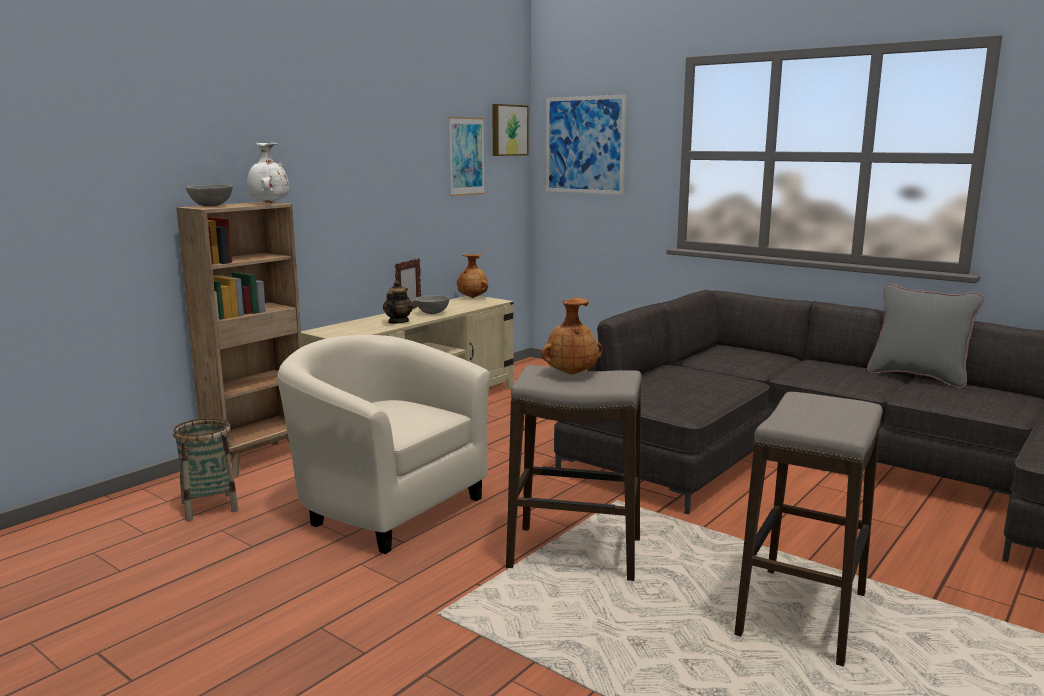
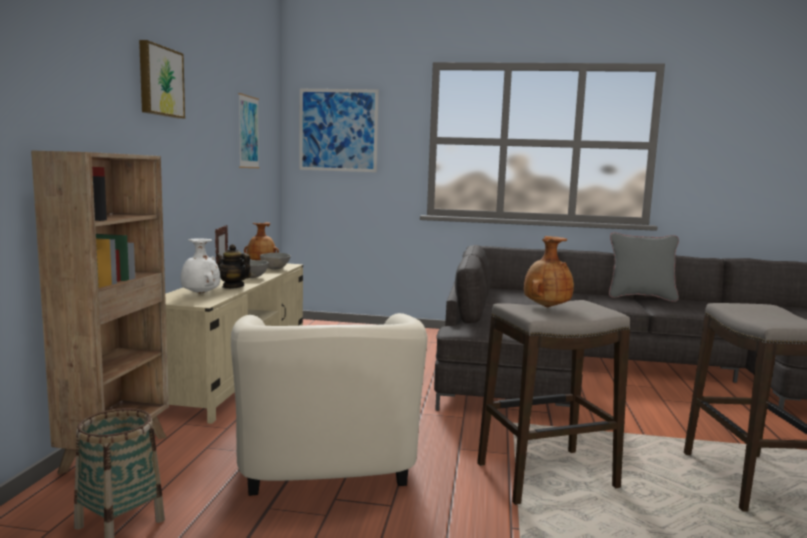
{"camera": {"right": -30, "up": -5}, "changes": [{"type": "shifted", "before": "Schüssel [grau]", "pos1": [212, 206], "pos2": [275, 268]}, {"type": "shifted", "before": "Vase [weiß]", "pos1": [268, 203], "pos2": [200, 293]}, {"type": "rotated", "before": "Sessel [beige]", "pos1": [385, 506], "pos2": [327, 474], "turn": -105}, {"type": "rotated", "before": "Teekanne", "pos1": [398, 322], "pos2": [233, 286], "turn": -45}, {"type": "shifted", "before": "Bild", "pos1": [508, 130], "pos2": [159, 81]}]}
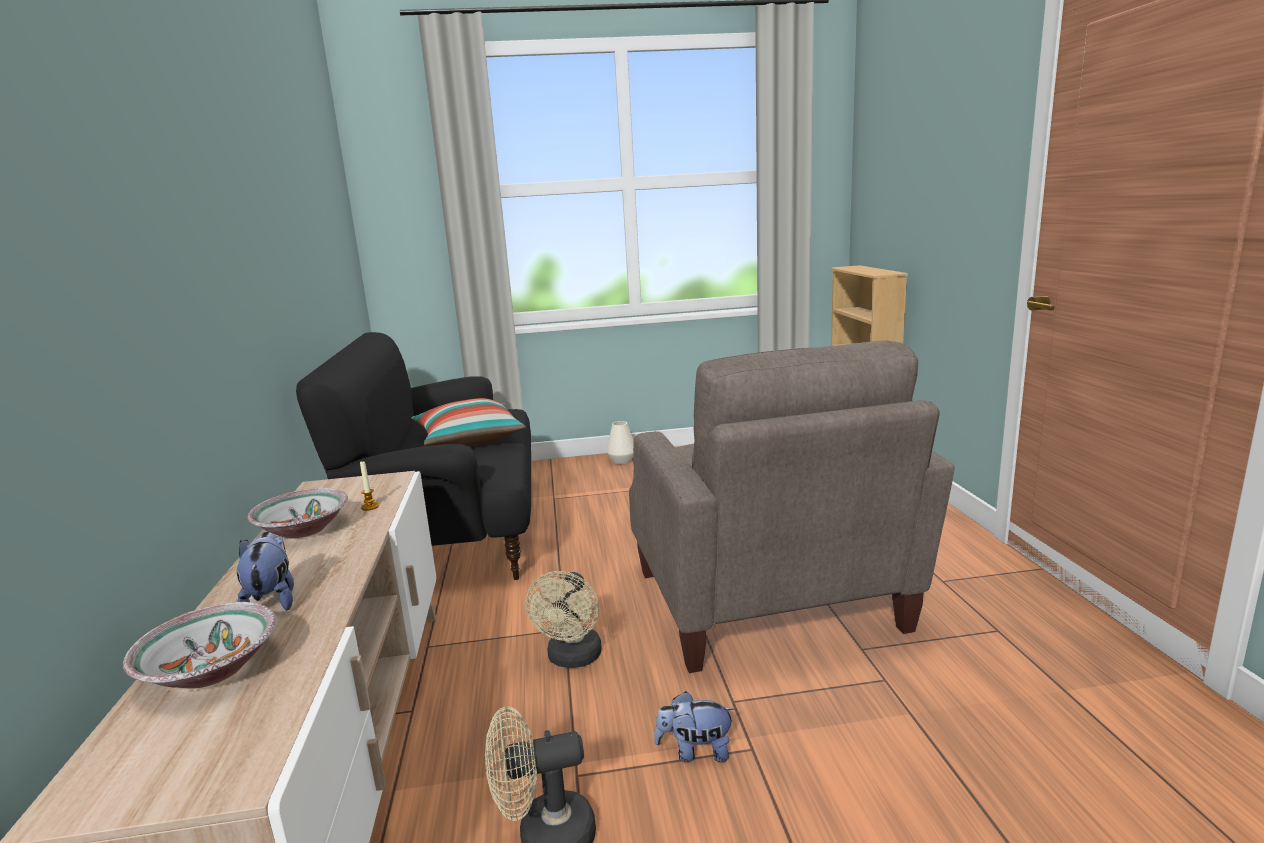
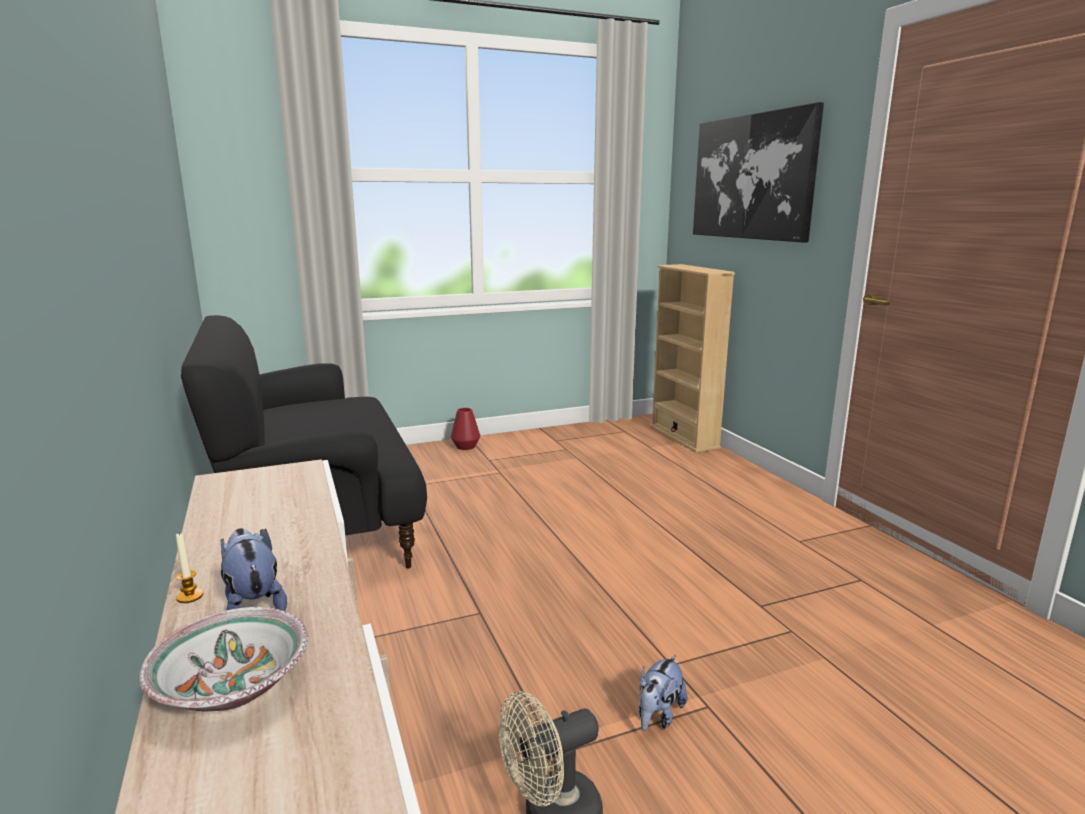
{"camera": {"right": -15, "up": 0}, "changes": [{"type": "gone", "before": "Schüssel", "pos1": [303, 530]}, {"type": "shifted", "before": "Kerze", "pos1": [370, 507], "pos2": [190, 596]}, {"type": "gone", "before": "Kissen", "pos1": [469, 440]}, {"type": "gone", "before": "Ventilator [beige]", "pos1": [573, 659]}, {"type": "repainted", "before": "Vase [weiß]", "after": "Vase [rot]", "pos1": [622, 461], "pos2": [465, 446]}, {"type": "gone", "before": "Sessel [beige]", "pos1": [769, 604]}, {"type": "rotated", "before": "Plüschtier", "pos1": [695, 751], "pos2": [658, 715], "turn": -45}, {"type": "new", "after": "Bild", "pos2": [752, 177]}]}
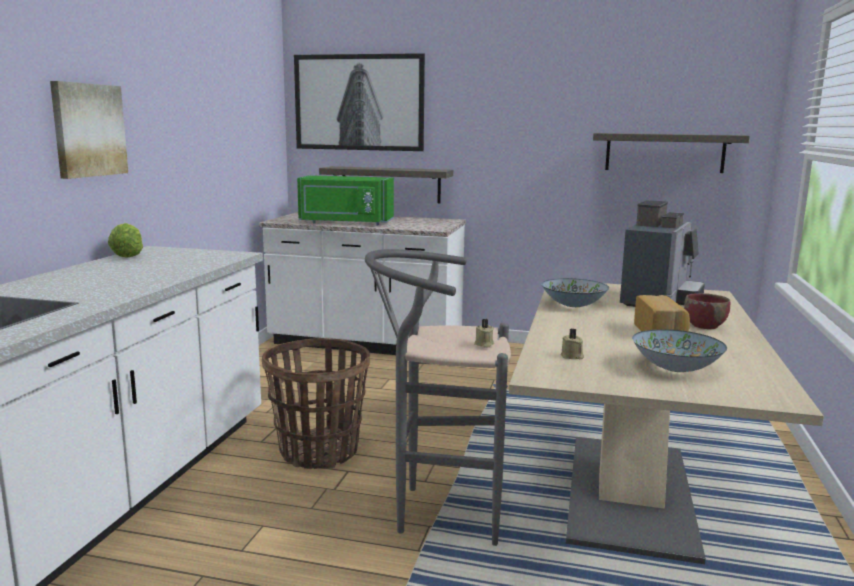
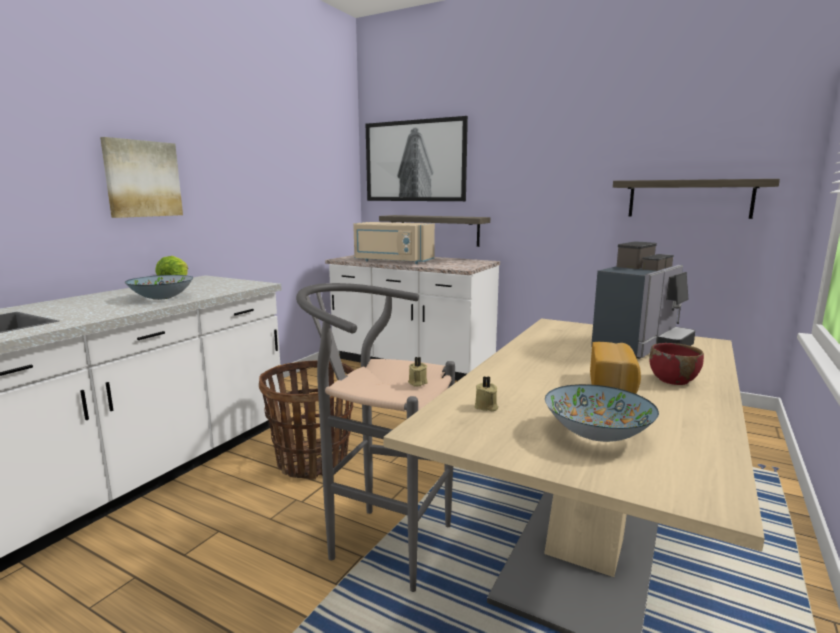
{"camera": {"right": 15, "up": 0}, "changes": [{"type": "repainted", "before": "Mikrowelle [grün]", "after": "Mikrowelle [beige]", "pos1": [345, 223], "pos2": [392, 261]}, {"type": "shifted", "before": "Schüssel", "pos1": [573, 305], "pos2": [162, 298]}]}
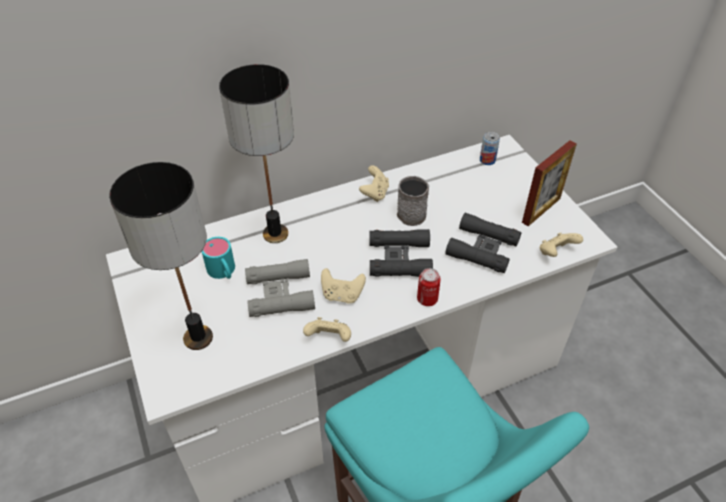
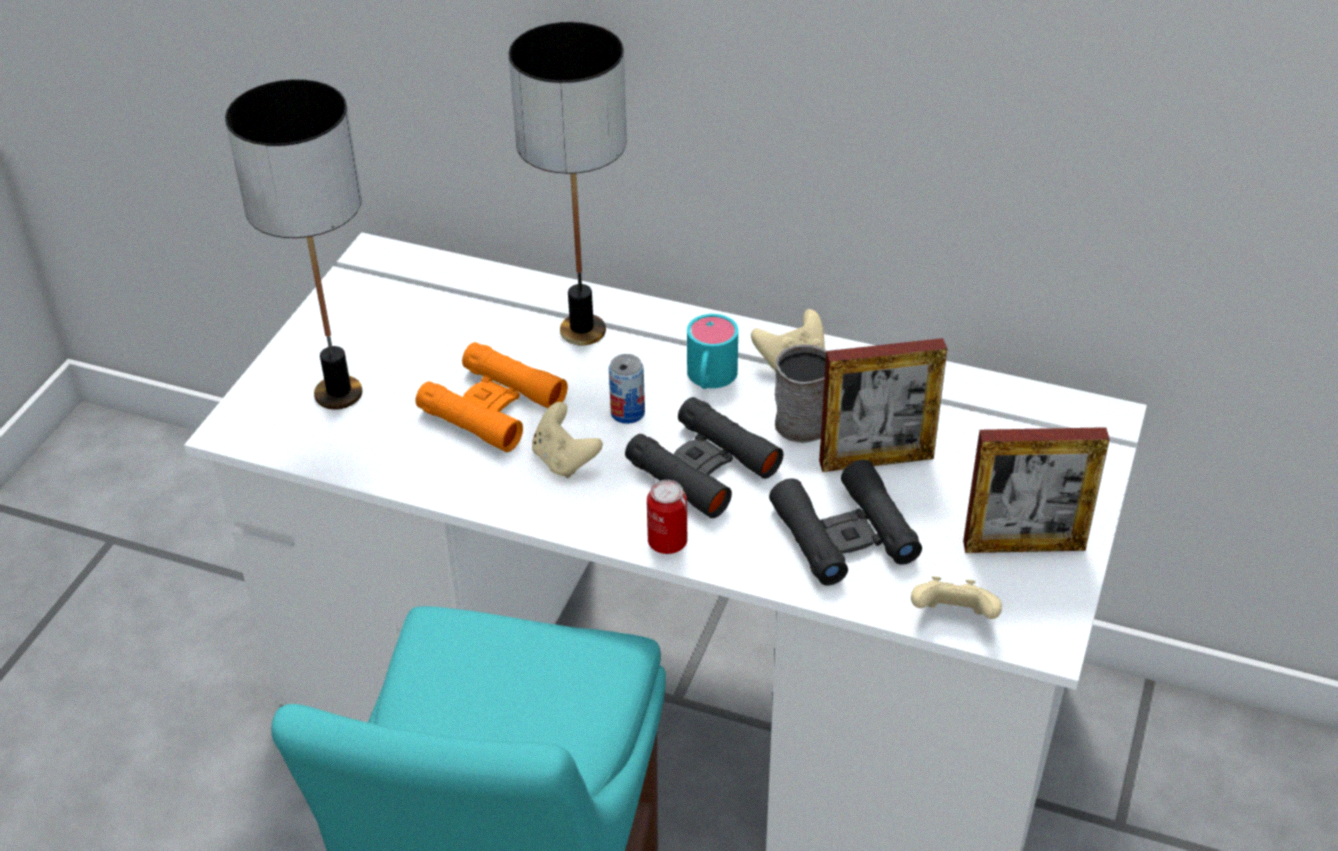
{"camera": {"right": 45, "up": -5}, "changes": [{"type": "shifted", "before": "Henkelbecher [türkis]", "pos1": [223, 272], "pos2": [709, 379]}, {"type": "repainted", "before": "Fernglas [grau]", "after": "Fernglas [orange]", "pos1": [280, 293], "pos2": [492, 407]}, {"type": "gone", "before": "Gamepad [beige]", "pos1": [329, 338]}, {"type": "shifted", "before": "Dose", "pos1": [487, 160], "pos2": [627, 413]}, {"type": "new", "after": "Bilderrahmen", "pos2": [876, 460]}]}
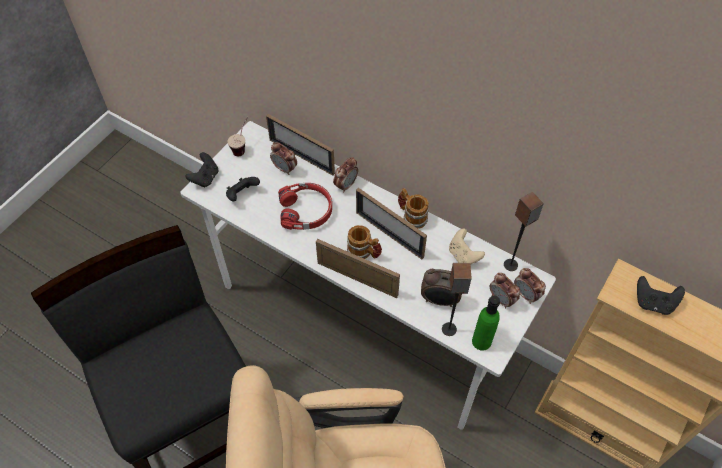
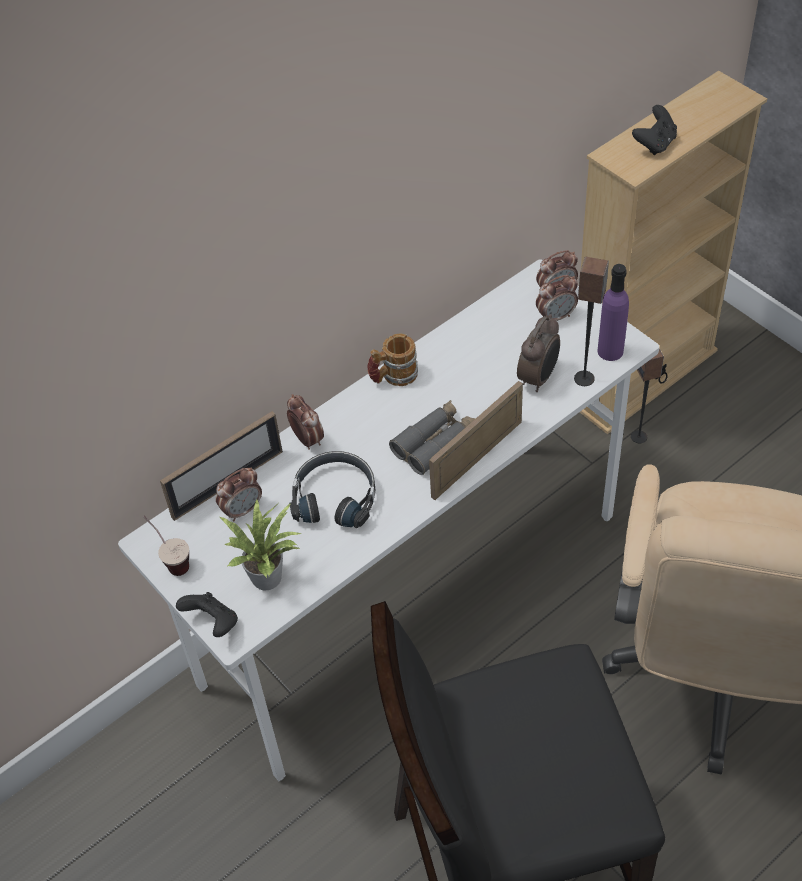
{"camera": {"right": -70, "up": -5}, "changes": [{"type": "swapped", "before": "Gamepad [schwarz]", "after": "Topfpflanze", "pos1": [242, 195], "pos2": [270, 575]}, {"type": "repainted", "before": "Kopfhörer [rot]", "after": "Kopfhörer [schwarz]", "pos1": [306, 211], "pos2": [335, 497]}, {"type": "swapped", "before": "Henkelbecher", "after": "Fernglas [grau]", "pos1": [364, 252], "pos2": [435, 442]}, {"type": "gone", "before": "Bilderrahmen", "pos1": [389, 234]}, {"type": "gone", "before": "Gamepad [beige]", "pos1": [463, 255]}, {"type": "repainted", "before": "Flasche [grün]", "after": "Flasche [lila]", "pos1": [481, 341], "pos2": [610, 351]}, {"type": "shifted", "before": "Lautsprecher", "pos1": [510, 265], "pos2": [639, 437]}]}
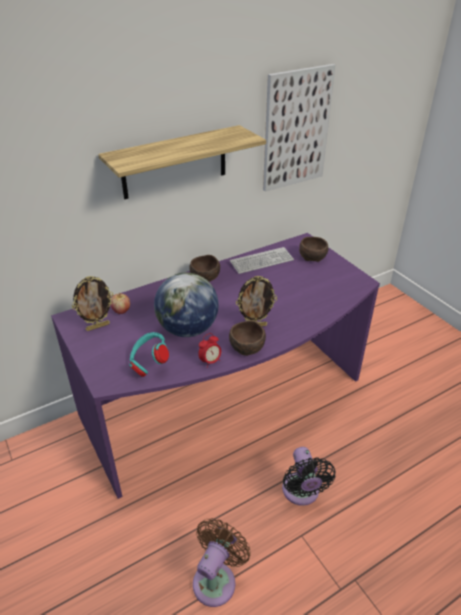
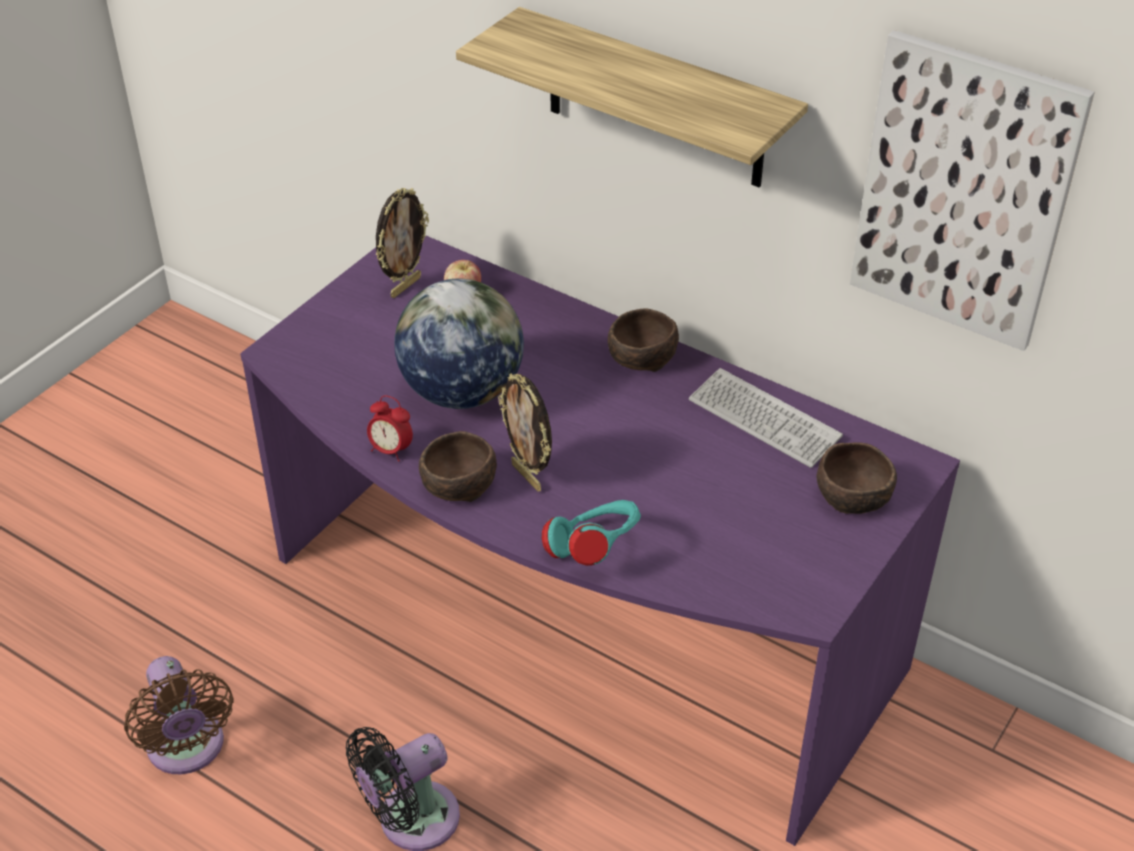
{"camera": {"right": 65, "up": 5}, "changes": [{"type": "rotated", "before": "Bilderrahmen", "pos1": [98, 326], "pos2": [405, 286], "turn": -90}, {"type": "shifted", "before": "Kopfhörer [türkis]", "pos1": [149, 364], "pos2": [594, 551]}, {"type": "rotated", "before": "Ventilator [braun]", "pos1": [217, 579], "pos2": [187, 749], "turn": 60}]}
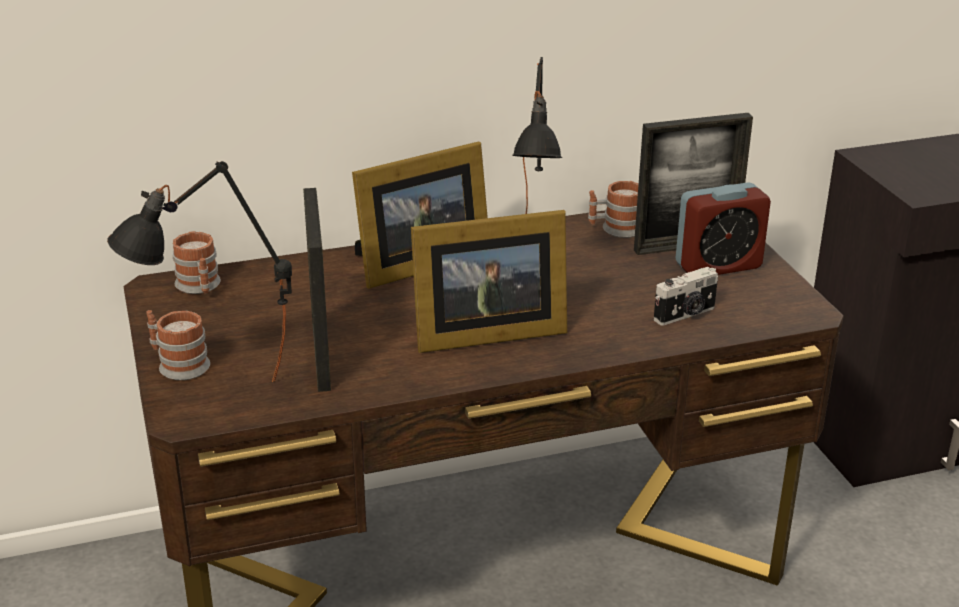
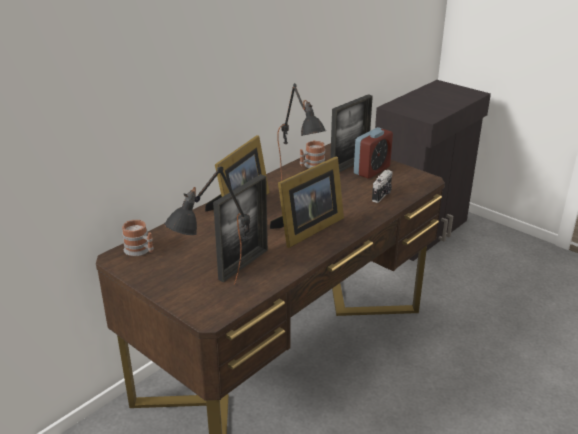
{"camera": {"right": -30, "up": 0}, "changes": [{"type": "gone", "before": "Henkelbecher", "pos1": [178, 364]}, {"type": "rotated", "before": "Bilderrahmen", "pos1": [321, 356], "pos2": [243, 264], "turn": -105}]}
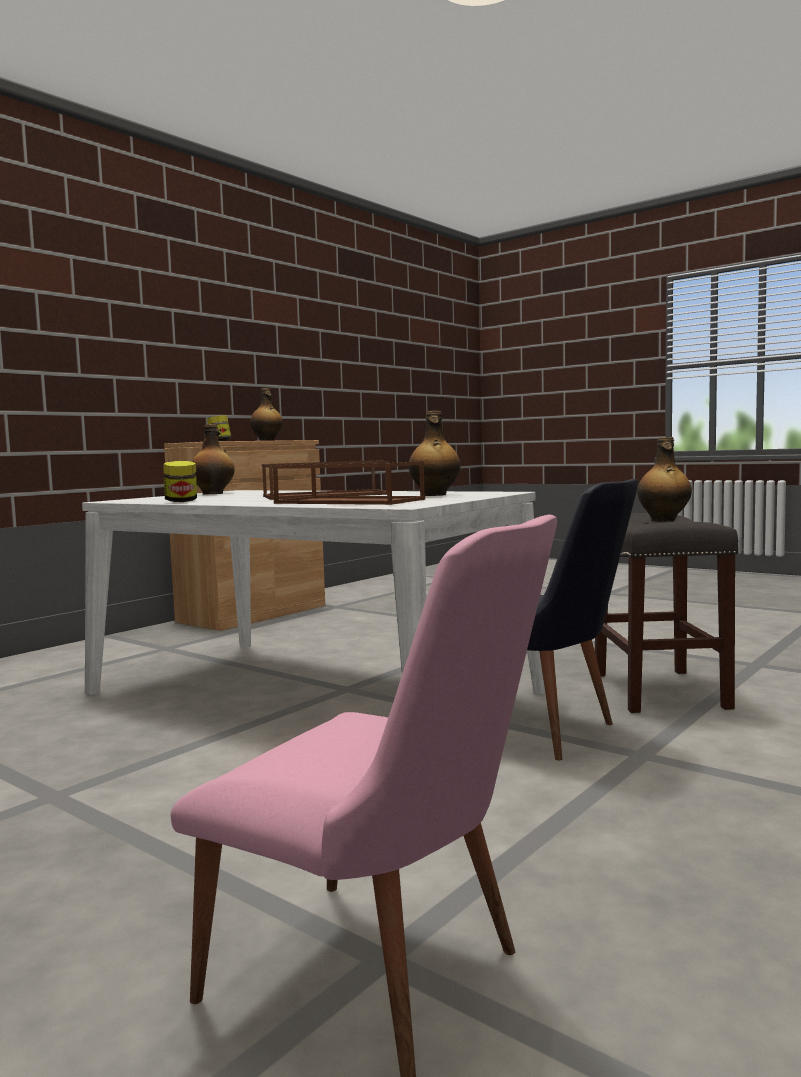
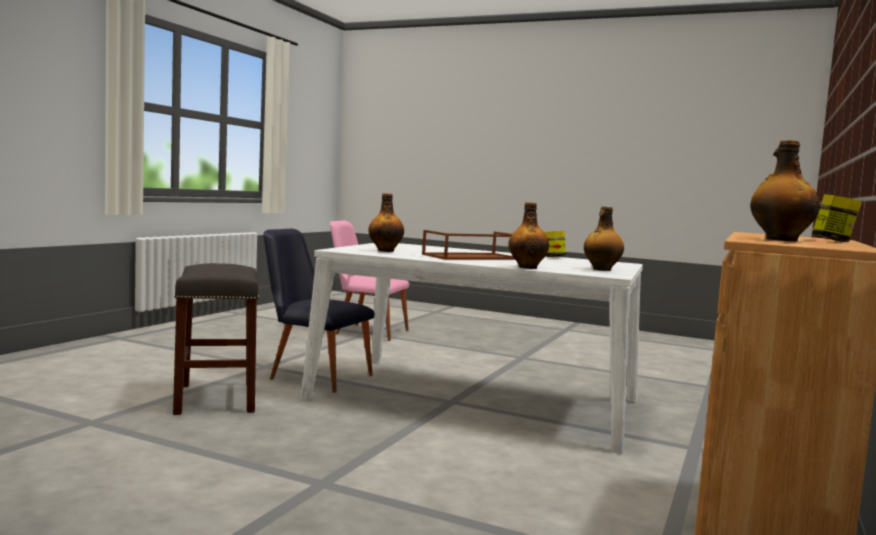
{"camera": {"right": 165, "up": 0}, "changes": [{"type": "gone", "before": "Tablett [braun]", "pos1": [347, 501]}, {"type": "shifted", "before": "Flasche", "pos1": [663, 520], "pos2": [527, 267]}]}
